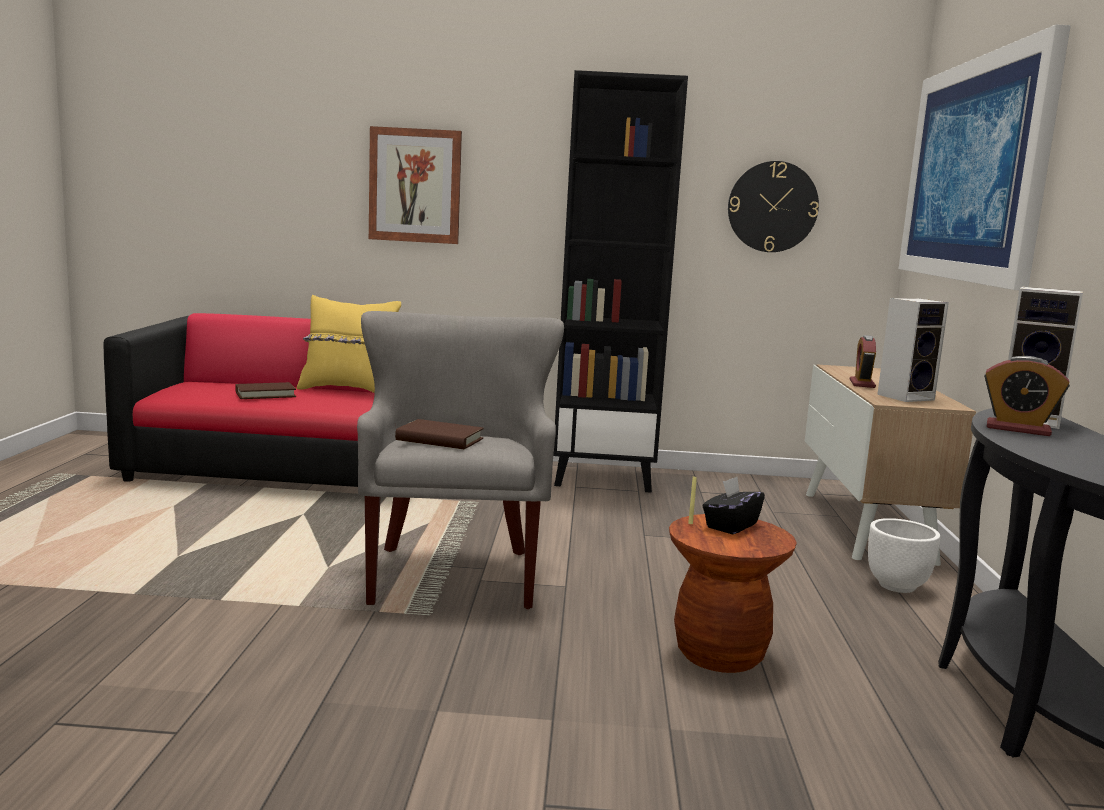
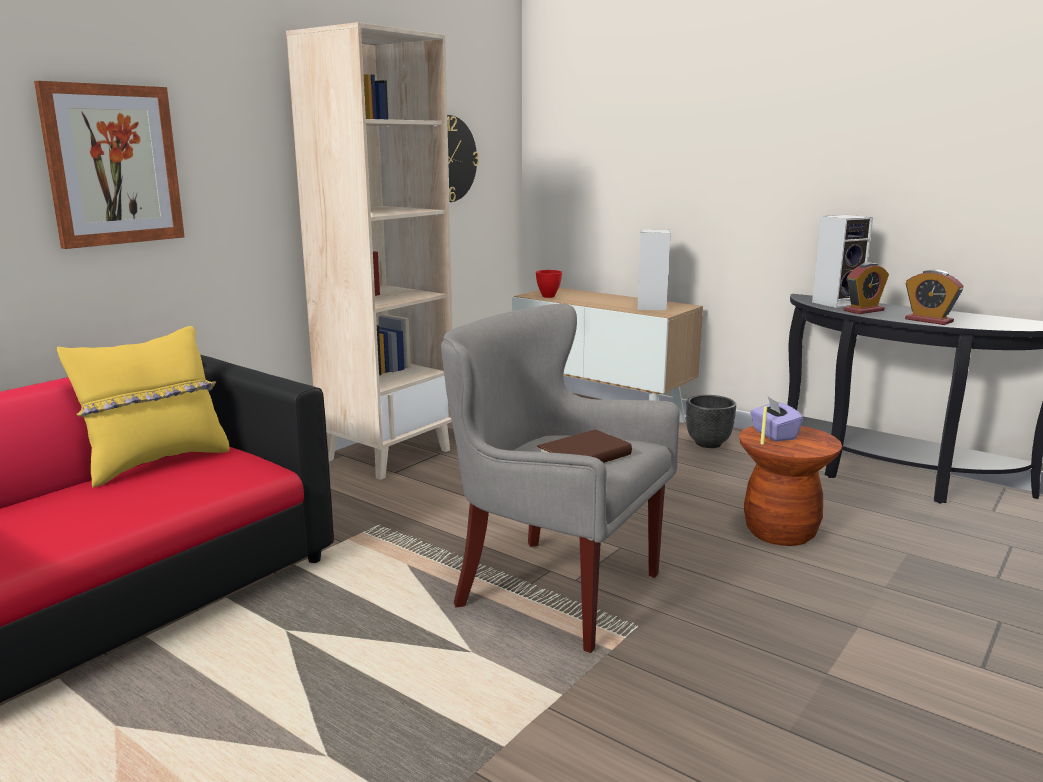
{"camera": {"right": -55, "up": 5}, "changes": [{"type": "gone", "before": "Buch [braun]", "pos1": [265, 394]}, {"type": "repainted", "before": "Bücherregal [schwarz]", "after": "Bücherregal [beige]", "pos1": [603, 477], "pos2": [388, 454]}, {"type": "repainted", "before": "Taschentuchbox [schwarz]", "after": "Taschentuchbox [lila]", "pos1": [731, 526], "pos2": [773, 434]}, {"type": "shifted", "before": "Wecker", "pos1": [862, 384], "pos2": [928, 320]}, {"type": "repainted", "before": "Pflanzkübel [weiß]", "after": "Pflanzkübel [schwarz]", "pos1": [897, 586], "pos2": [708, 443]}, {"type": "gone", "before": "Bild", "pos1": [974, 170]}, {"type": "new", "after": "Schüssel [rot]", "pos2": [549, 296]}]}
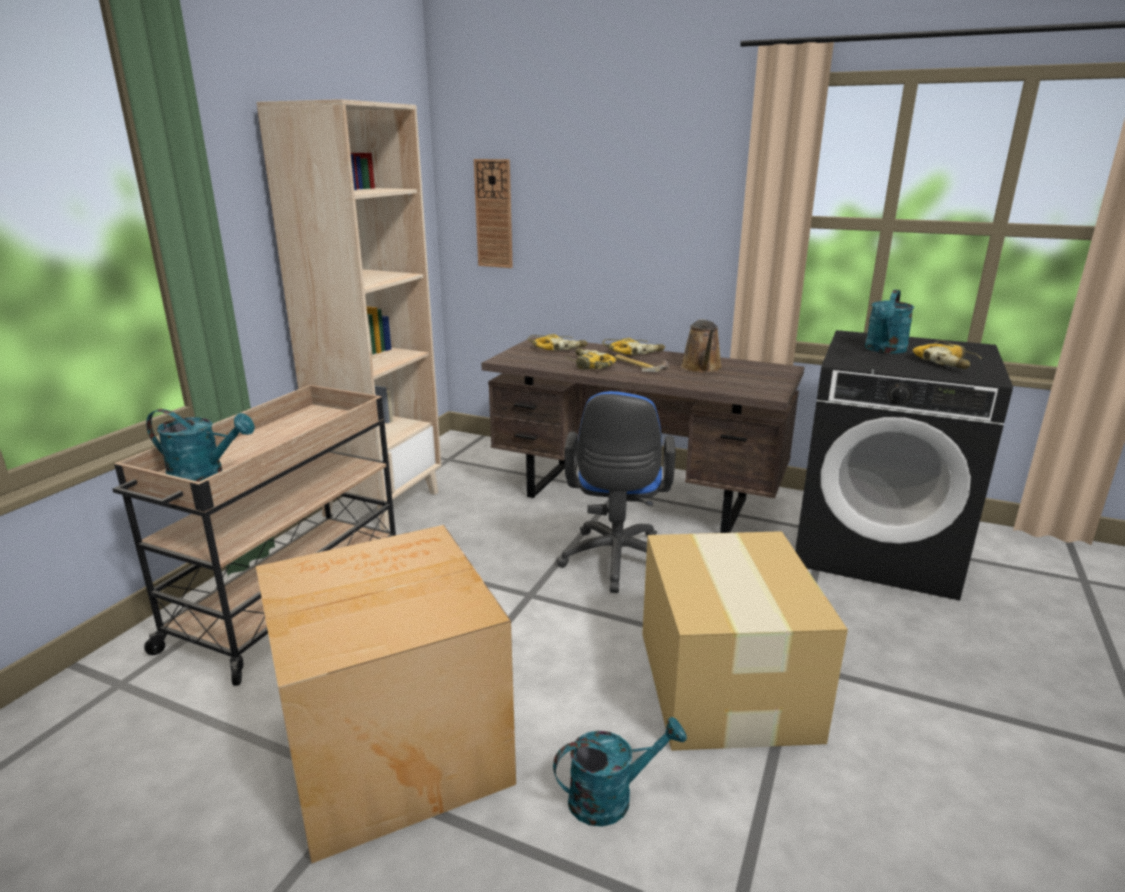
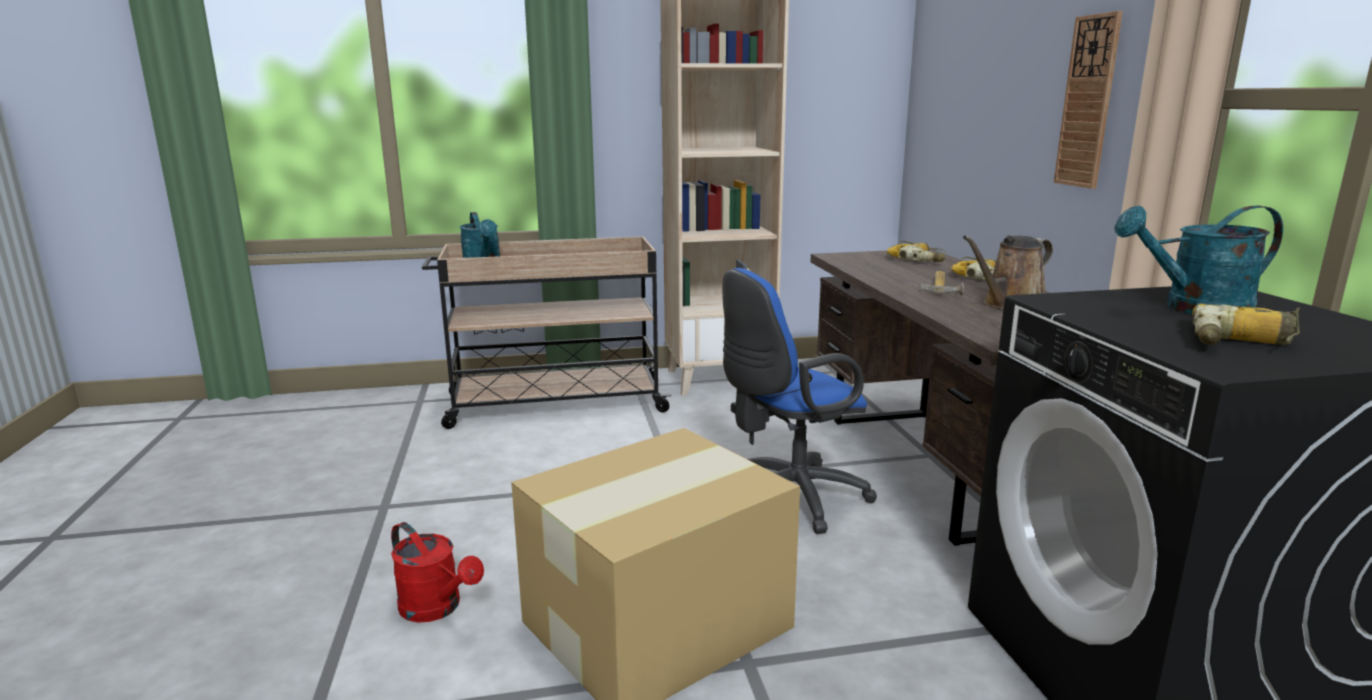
{"camera": {"right": 55, "up": -5}, "changes": [{"type": "gone", "before": "Karton", "pos1": [390, 748]}, {"type": "shifted", "before": "Wanduhr", "pos1": [494, 214], "pos2": [1088, 102]}, {"type": "repainted", "before": "Gießkanne [türkis]", "after": "Gießkanne [rot]", "pos1": [611, 797], "pos2": [437, 608]}, {"type": "gone", "before": "Bohrmaschine", "pos1": [588, 365]}]}
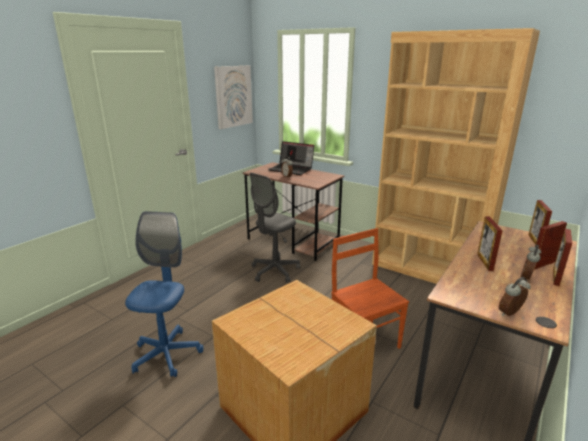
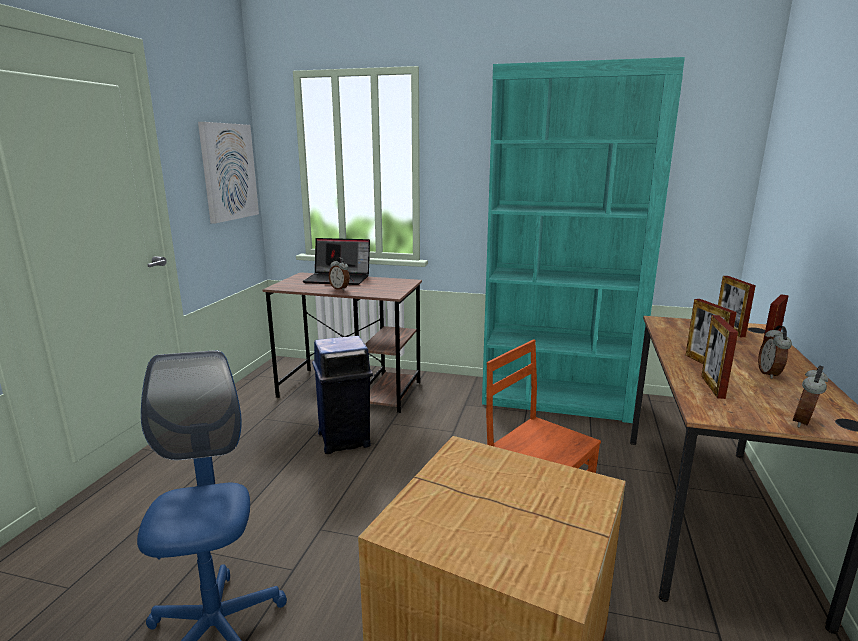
{"camera": {"right": -20, "up": -5}, "changes": [{"type": "swapped", "before": "Bürostuhl [grau]", "after": "Mülleimer [blau]", "pos1": [275, 271], "pos2": [345, 439]}, {"type": "repainted", "before": "Bücherregal [braun]", "after": "Bücherregal [türkis]", "pos1": [428, 270], "pos2": [557, 399]}, {"type": "shifted", "before": "Bilderrahmen", "pos1": [556, 277], "pos2": [712, 387]}]}
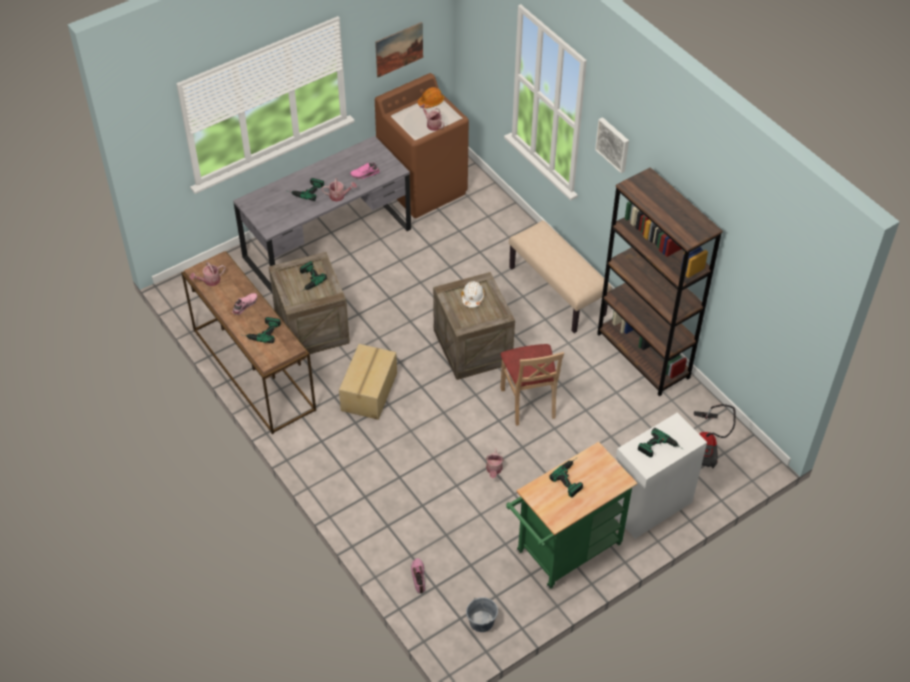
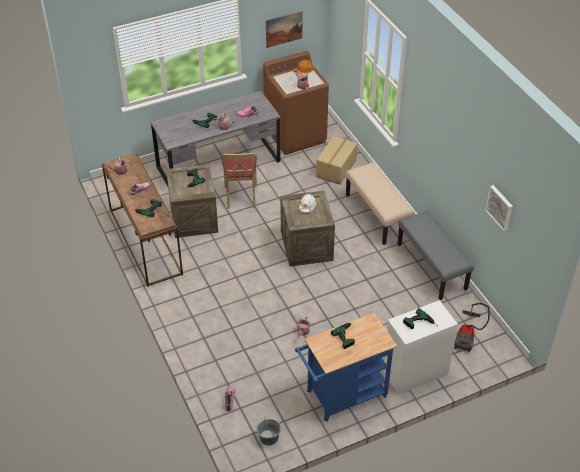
{"camera": {"right": 10, "up": -5}, "changes": [{"type": "shifted", "before": "Karton", "pos1": [370, 391], "pos2": [336, 168]}, {"type": "shifted", "before": "Stuhl [beige]", "pos1": [529, 402], "pos2": [241, 196]}, {"type": "repainted", "before": "Rollwagen [grün]", "after": "Rollwagen [blau]", "pos1": [564, 552], "pos2": [342, 396]}, {"type": "shifted", "before": "Bild", "pos1": [613, 144], "pos2": [500, 207]}, {"type": "swapped", "before": "Bücherregal [braun]", "after": "Bank [grau]", "pos1": [643, 356], "pos2": [432, 267]}]}
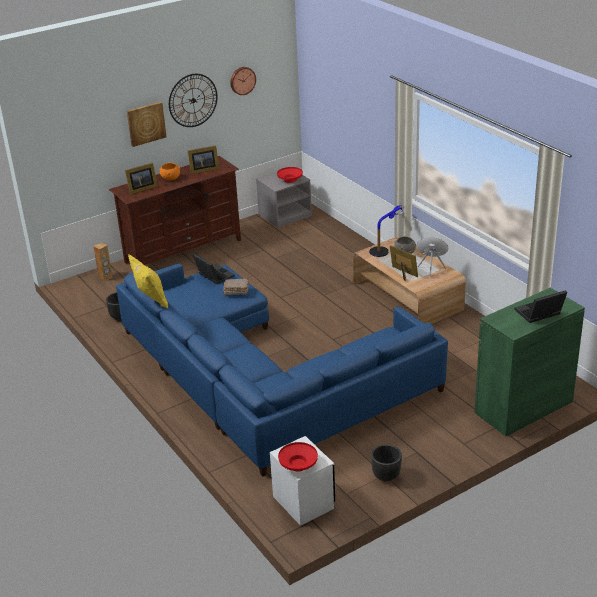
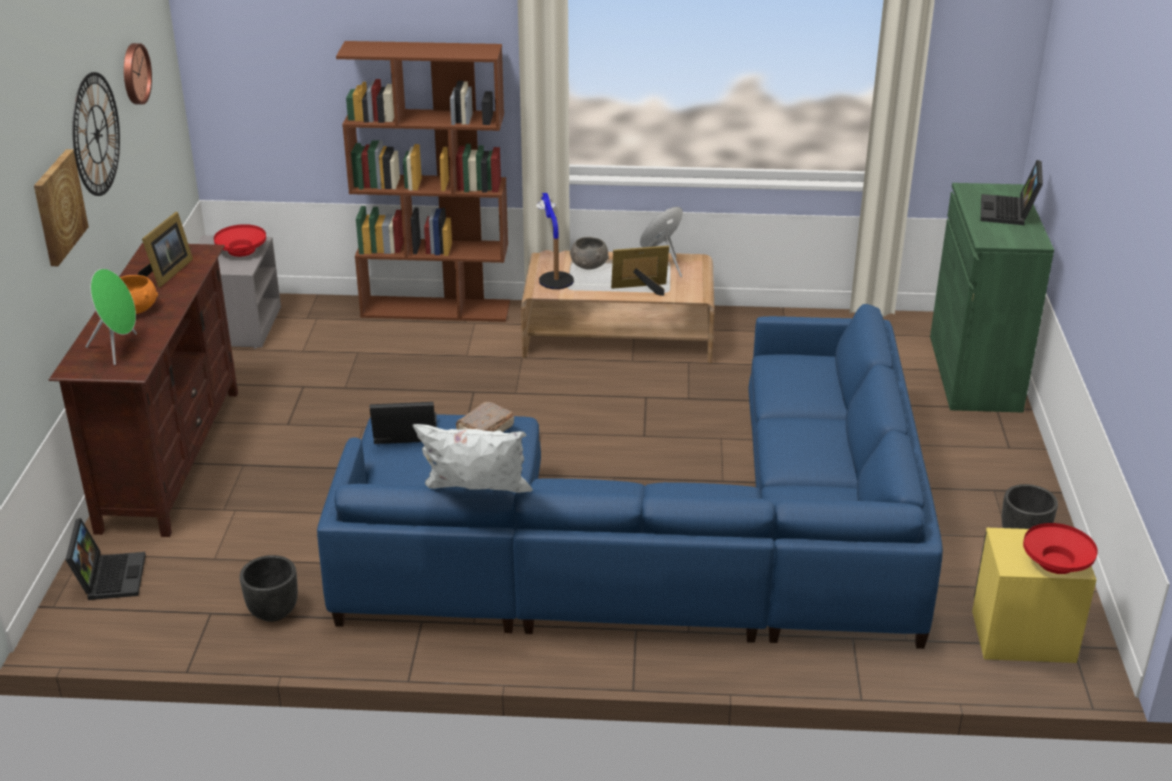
{"camera": {"right": -55, "up": 0}, "changes": [{"type": "swapped", "before": "Lautsprecher [braun]", "after": "Laptop", "pos1": [105, 277], "pos2": [109, 576]}, {"type": "swapped", "before": "Bilderrahmen", "after": "Lautsprecher [grün]", "pos1": [141, 189], "pos2": [119, 349]}, {"type": "repainted", "before": "Kissen [gelb]", "after": "Kissen [weiß]", "pos1": [151, 301], "pos2": [476, 500]}, {"type": "repainted", "before": "Nachttisch [weiß]", "after": "Nachttisch [gelb]", "pos1": [303, 502], "pos2": [1023, 636]}, {"type": "new", "after": "Bücherregal [braun]", "pos2": [436, 309]}]}
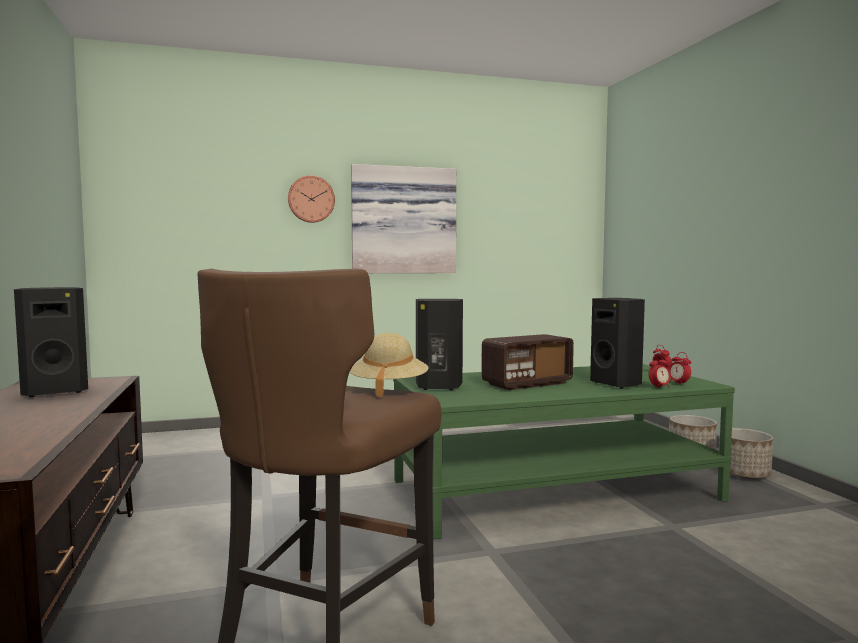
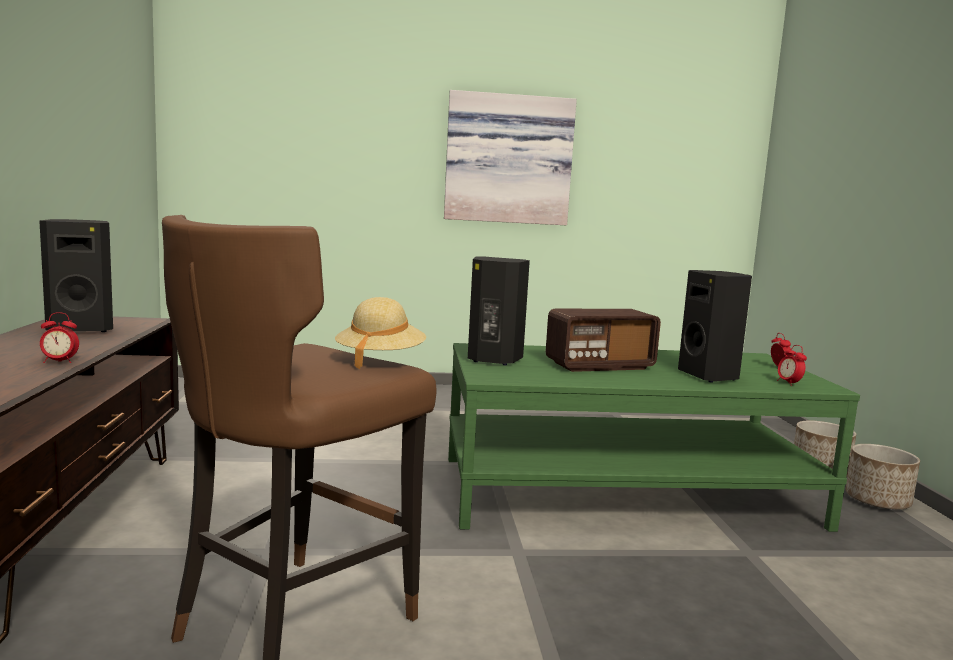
{"camera": {"right": 10, "up": 5}, "changes": [{"type": "gone", "before": "Wanduhr", "pos1": [311, 199]}, {"type": "shifted", "before": "Wecker", "pos1": [659, 387], "pos2": [59, 362]}]}
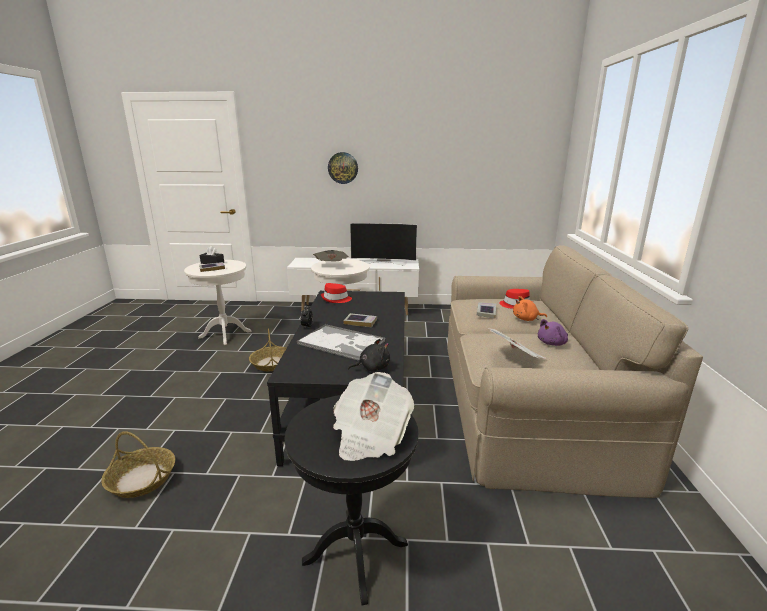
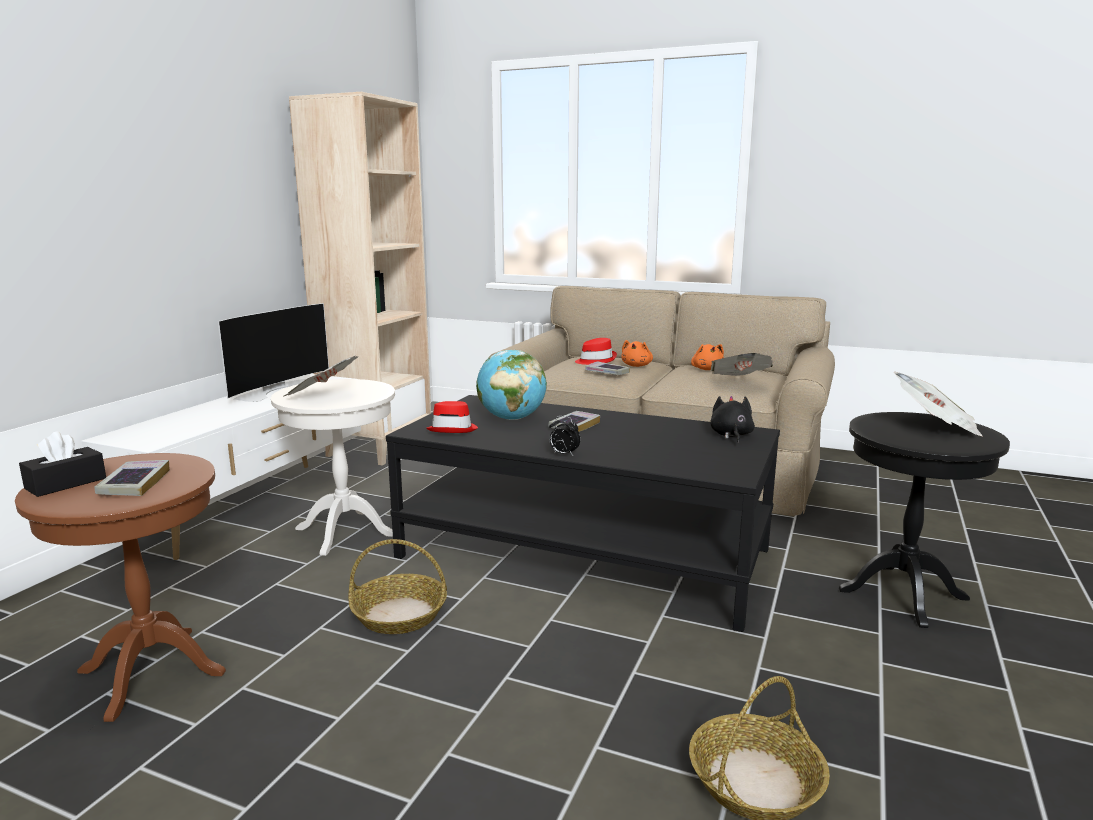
{"camera": {"right": -70, "up": -5}, "changes": [{"type": "repainted", "before": "Beistelltisch [weiß]", "after": "Beistelltisch [braun]", "pos1": [225, 334], "pos2": [152, 672]}, {"type": "gone", "before": "Tablett", "pos1": [342, 343]}, {"type": "gone", "before": "Wanduhr", "pos1": [343, 168]}, {"type": "repainted", "before": "Plüschtier [lila]", "after": "Plüschtier [orange]", "pos1": [552, 343], "pos2": [706, 369]}, {"type": "new", "after": "Bücherregal [beige]", "pos2": [378, 448]}, {"type": "new", "after": "Globus", "pos2": [511, 418]}]}
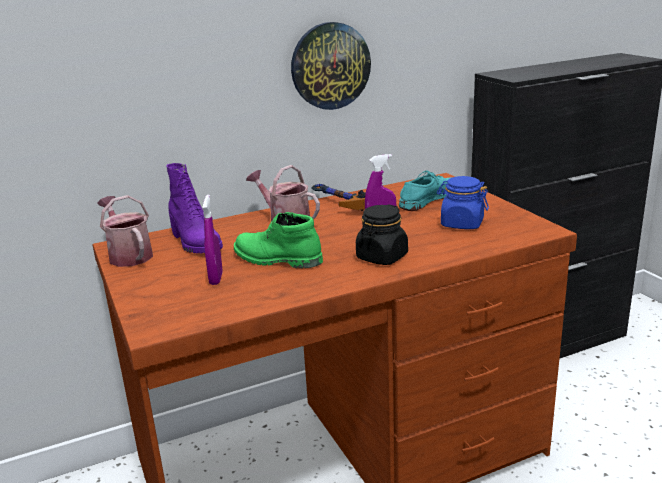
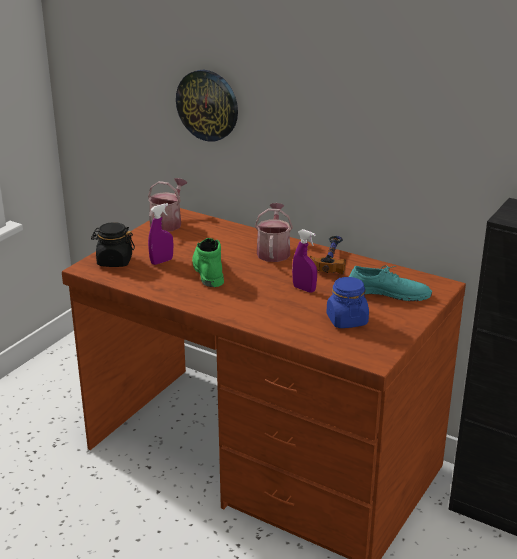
{"camera": {"right": 55, "up": 5}, "changes": [{"type": "gone", "before": "Stiefel [lila]", "pos1": [195, 243]}, {"type": "shifted", "before": "Wanduhr", "pos1": [330, 66], "pos2": [207, 105]}, {"type": "shifted", "before": "Vorratsglas [schwarz]", "pos1": [382, 257], "pos2": [114, 261]}]}
